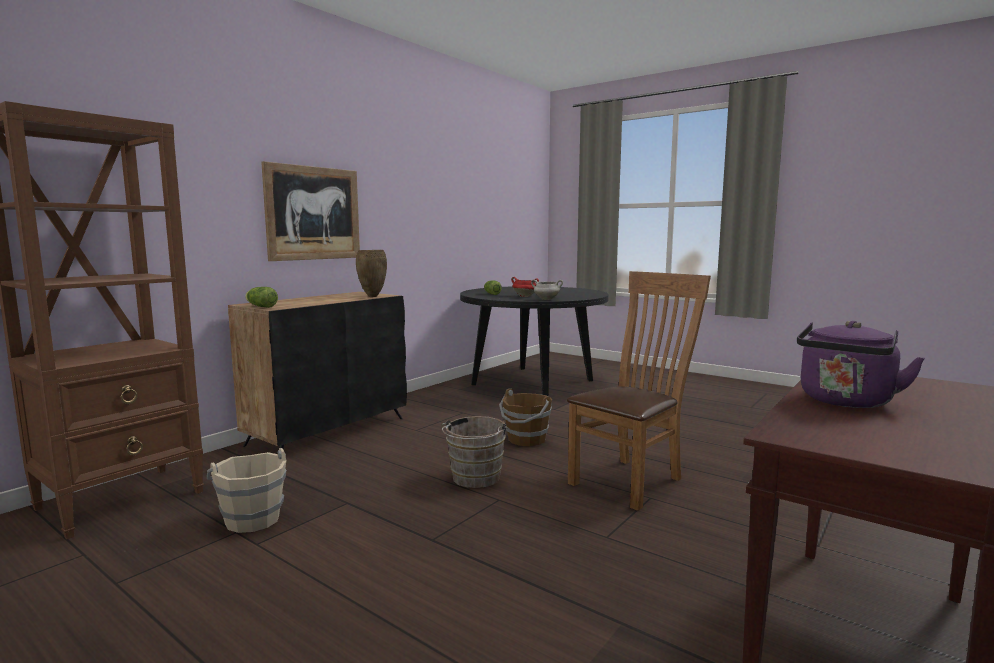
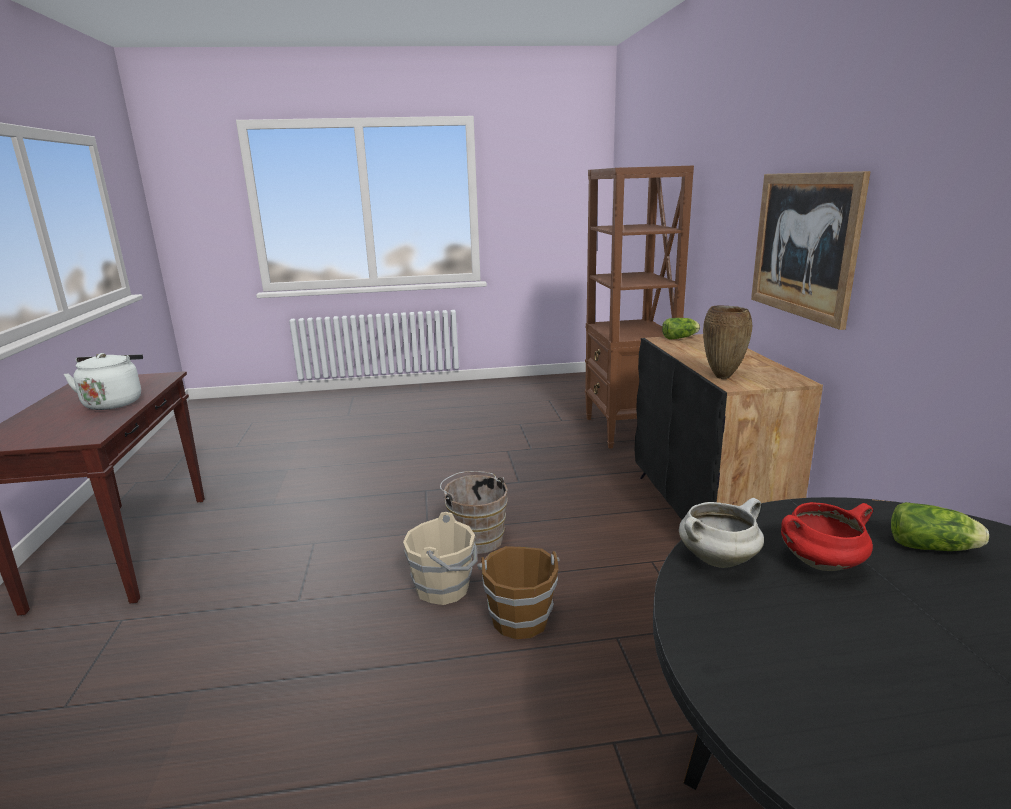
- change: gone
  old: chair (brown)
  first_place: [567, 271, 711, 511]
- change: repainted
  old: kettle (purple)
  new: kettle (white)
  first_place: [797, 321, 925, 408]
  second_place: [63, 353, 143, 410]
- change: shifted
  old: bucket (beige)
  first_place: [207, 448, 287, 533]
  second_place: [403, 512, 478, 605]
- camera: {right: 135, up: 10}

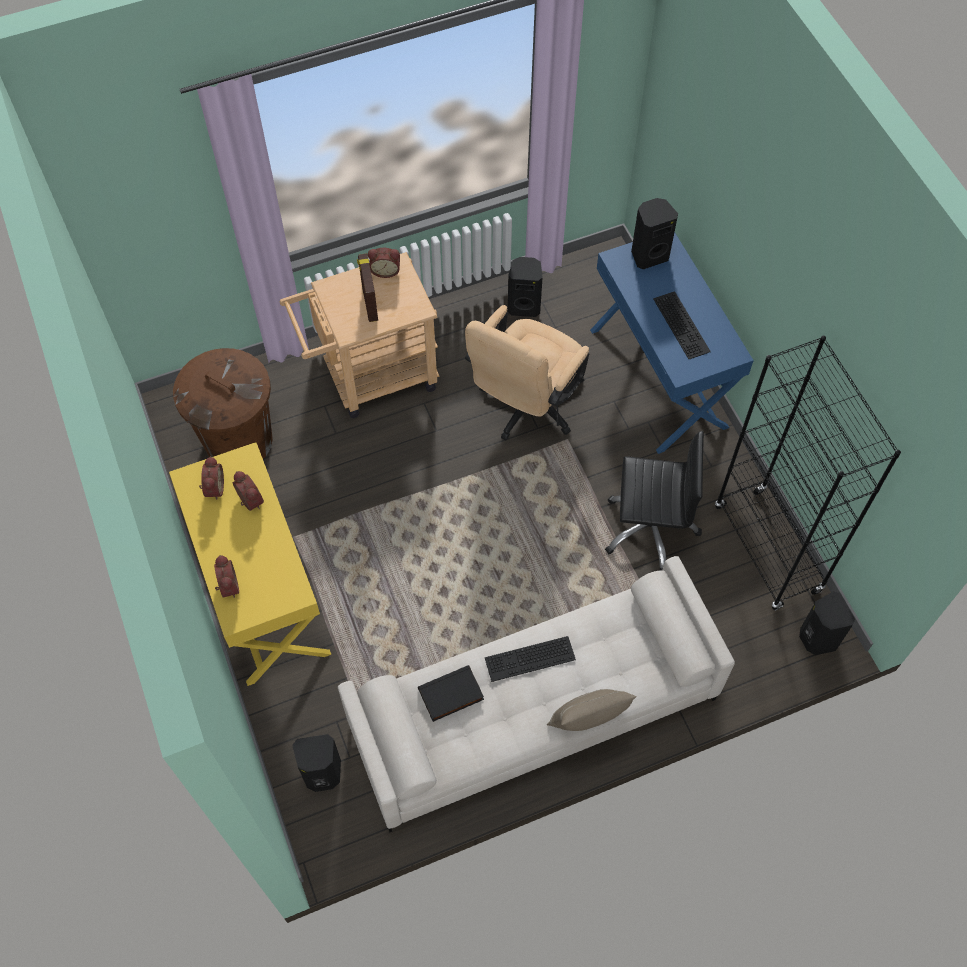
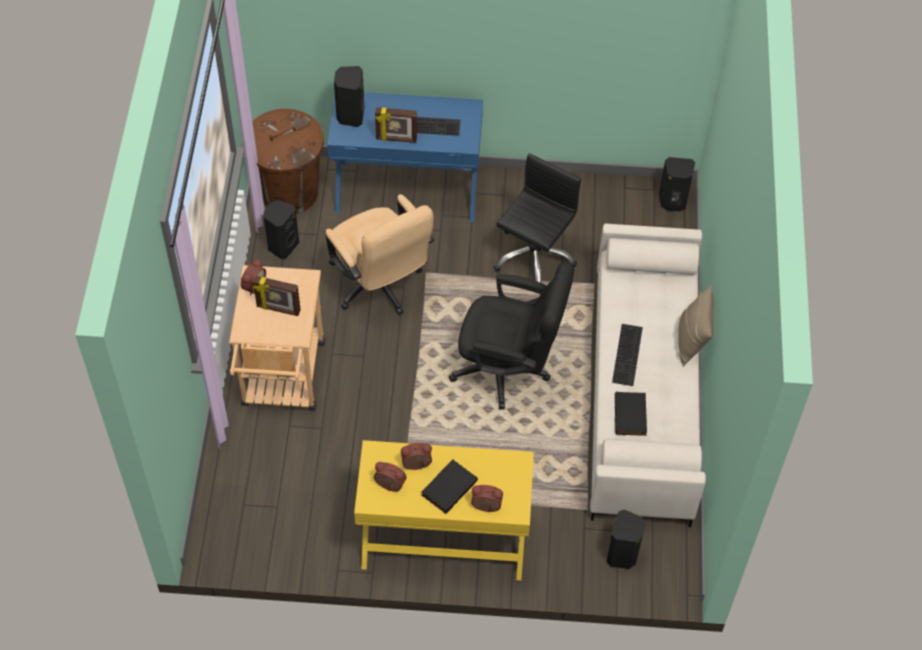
- change: gone
  old: bookcase (black)
  first_place: [715, 336, 901, 611]
- change: shifted
  old: trash can (brown)
  first_place: [173, 348, 273, 459]
  second_place: [252, 109, 324, 214]
- change: new
  new: picture frame
  second_place: [375, 107, 417, 143]
- change: new
  new: office chair (black)
  second_place: [449, 262, 574, 409]
- change: new
  new: book (black)
  second_place: [421, 459, 478, 514]
- camera: {right: -65, up: -5}

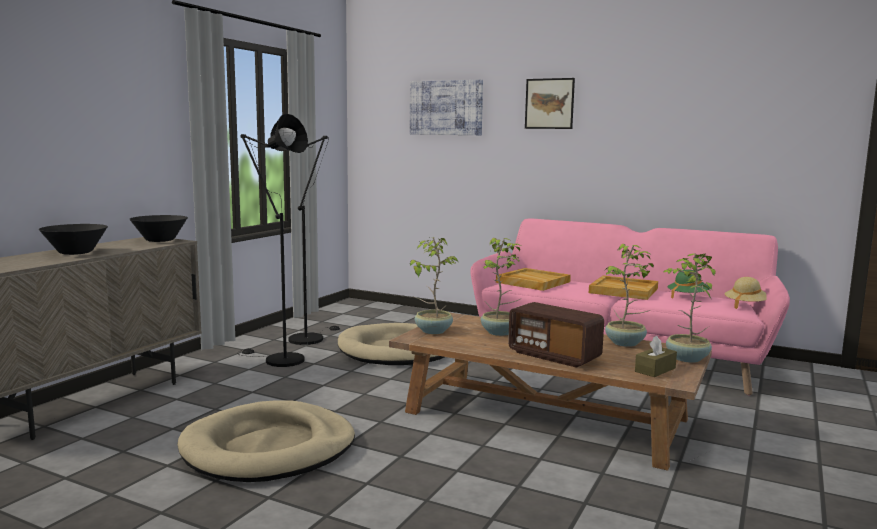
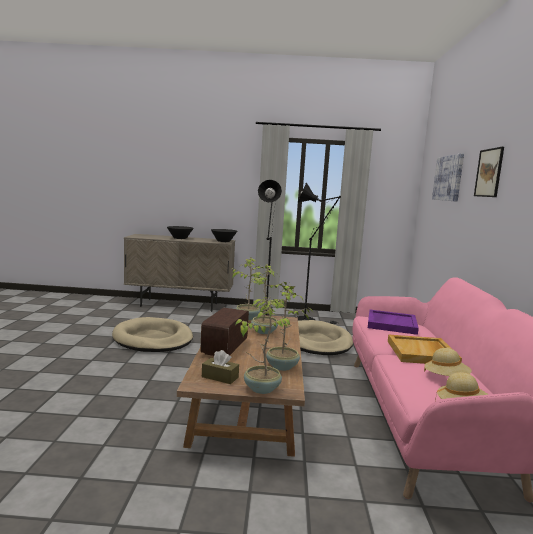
- change: repainted
  old: tray (beige)
  new: tray (purple)
  first_place: [496, 268, 571, 291]
  second_place: [368, 309, 419, 335]
- change: repainted
  old: hat (green)
  new: hat (beige)
  first_place: [668, 269, 710, 299]
  second_place: [424, 348, 472, 376]
- camera: {right: 65, up: 0}

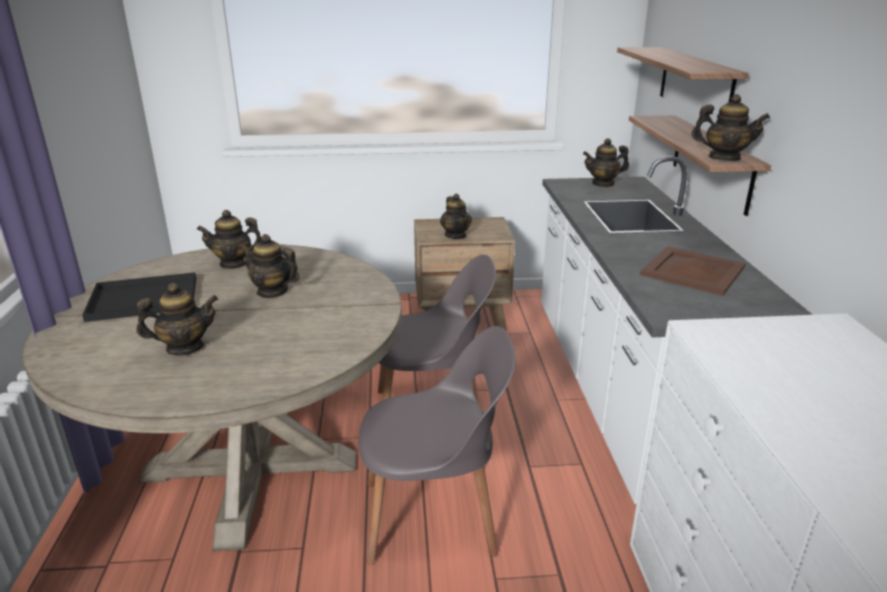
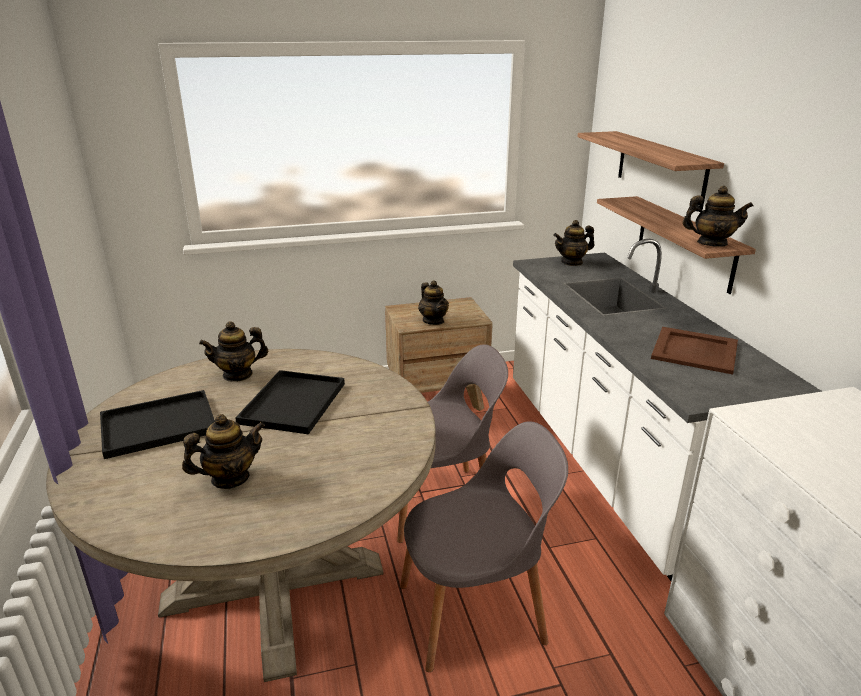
- change: swapped
  old: teapot
  new: tray (black)
  first_place: [240, 234, 300, 298]
  second_place: [235, 370, 345, 434]
- camera: {right: -10, up: 0}

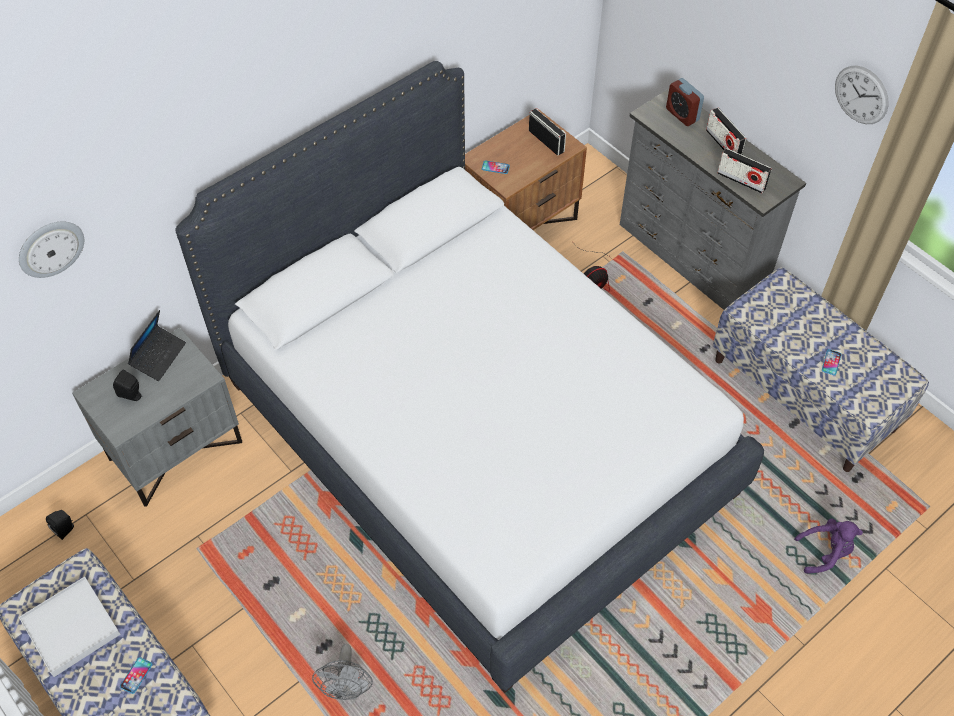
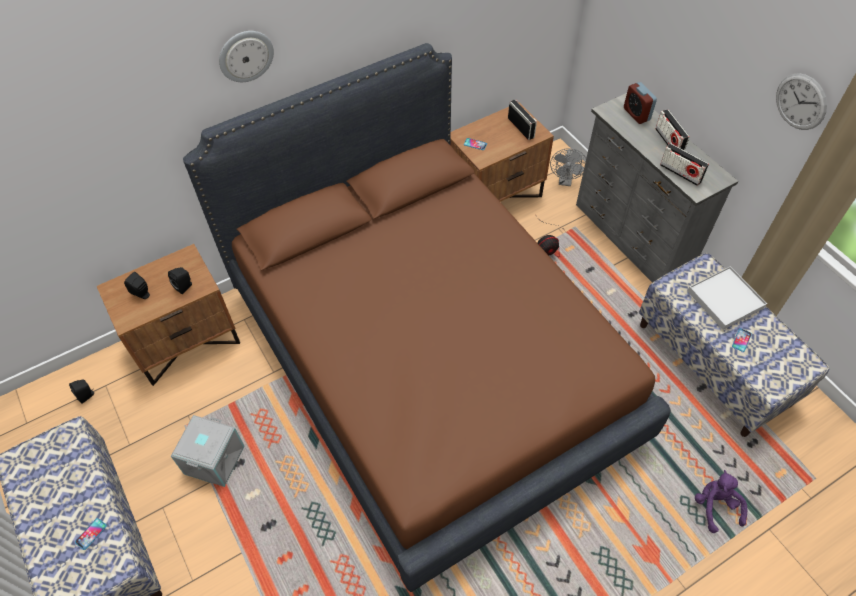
- change: repainted
  old: bed (white)
  new: bed (brown)
  first_place: [176, 61, 764, 693]
  second_place: [183, 43, 671, 592]
- change: shifted
  old: wall clock
  first_place: [19, 221, 84, 278]
  second_place: [219, 31, 274, 82]
- change: gone
  old: laptop
  first_place: [128, 310, 186, 381]
- change: repainted
  old: nightstand (grey)
  new: nightstand (brown)
  first_place: [72, 328, 242, 507]
  second_place: [97, 244, 240, 386]
- change: rotated
  old: plush toy (purple)
  first_place: [794, 518, 863, 574]
  second_place: [695, 470, 747, 533]
  degrees: -105
- change: shifted
  old: tray (white)
  first_place: [19, 577, 120, 677]
  second_place: [687, 266, 767, 330]
- change: shifted
  old: fan (grey)
  first_place: [312, 644, 373, 700]
  second_place: [550, 148, 586, 186]
- change: new
  new: speaker (black)
  second_place: [168, 267, 192, 294]
- change: new
  new: storage box (grey)
  second_place: [171, 415, 245, 487]
- camera: {right: 10, up: 0}

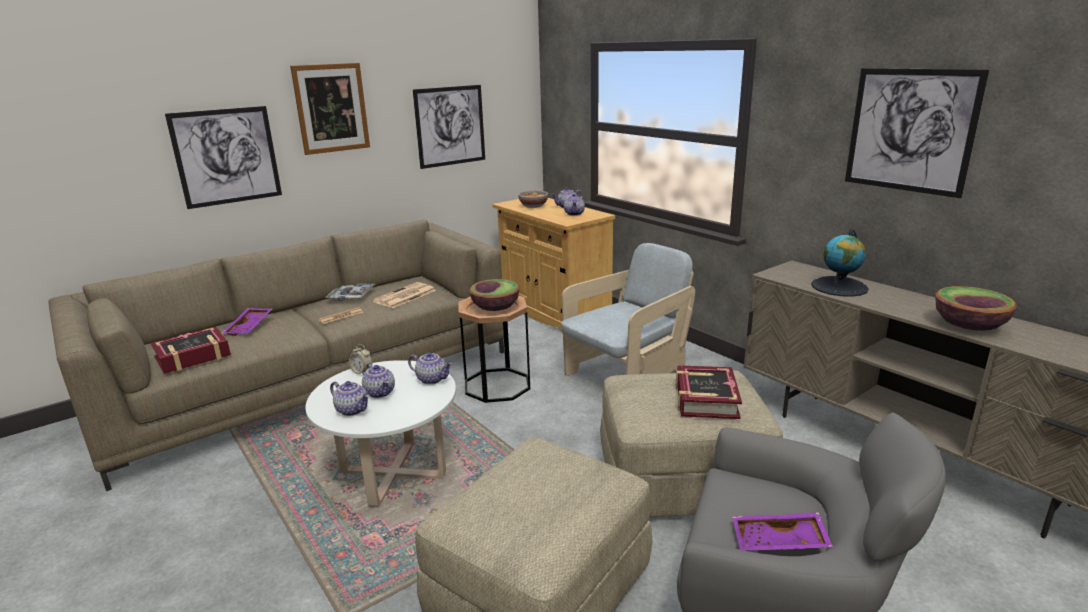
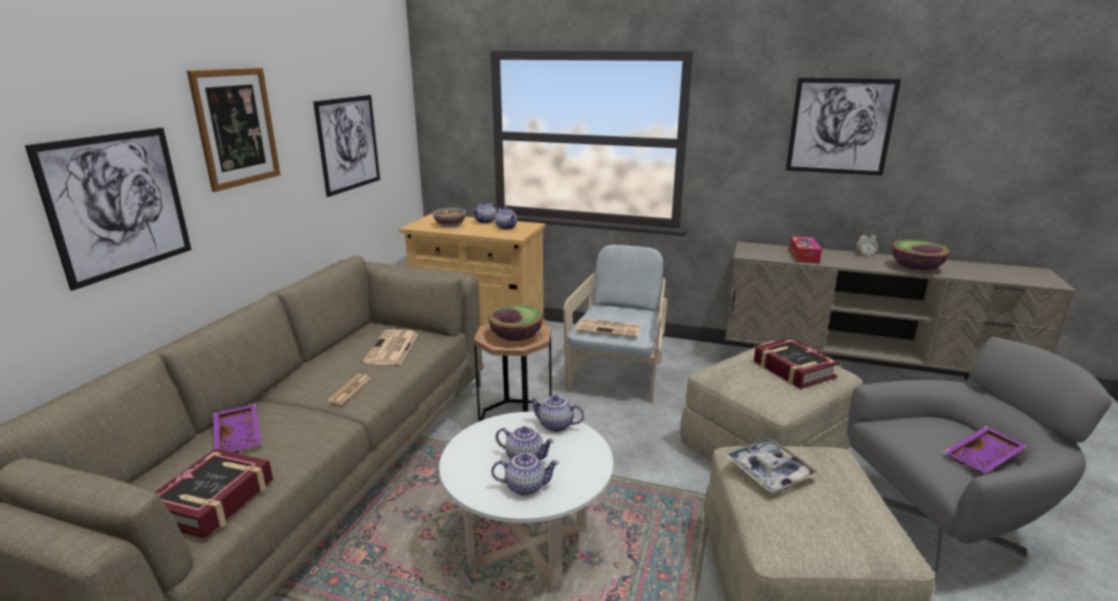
- change: swapped
  old: globe
  new: tissue box
  first_place: [811, 228, 869, 297]
  second_place: [789, 236, 822, 263]
- change: shifted
  old: tray
  first_place: [325, 283, 376, 301]
  second_place: [723, 438, 820, 493]
- change: shifted
  old: alarm clock
  first_place: [349, 344, 373, 375]
  second_place: [856, 232, 878, 256]
- change: rotated
  old: teapot
  first_place: [408, 352, 453, 385]
  second_place: [529, 395, 584, 432]
  degrees: -150
- change: new
  new: newspaper
  second_place: [576, 318, 642, 338]
- camera: {right: -35, up: 0}

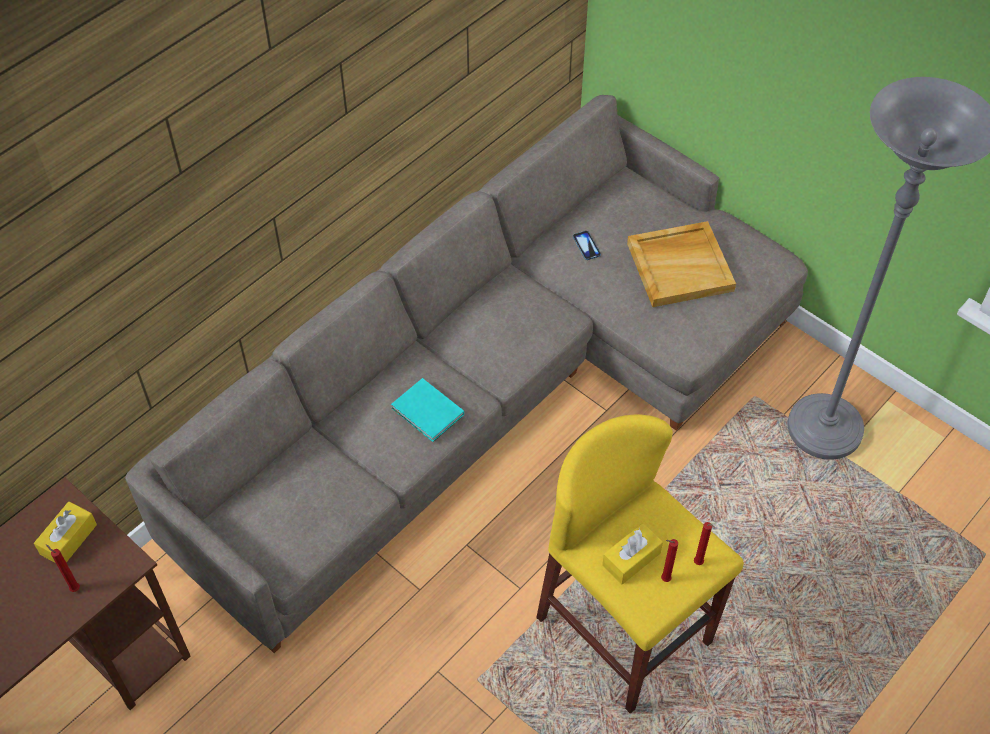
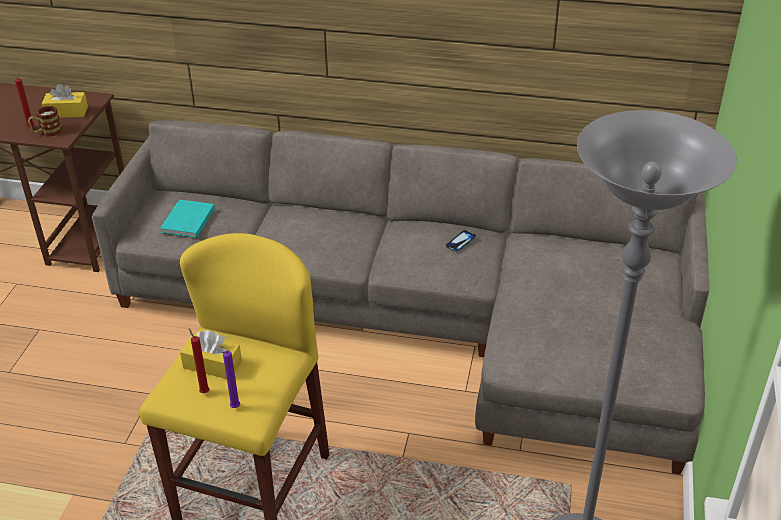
- change: gone
  old: tray (beige)
  first_place: [627, 221, 736, 307]
- change: shifted
  old: phone
  first_place: [573, 231, 601, 260]
  second_place: [445, 230, 476, 252]
- change: shifted
  old: book (turquoise)
  first_place: [391, 378, 464, 442]
  second_place: [160, 200, 215, 238]
- change: repainted
  old: candle (red)
  new: candle (purple)
  first_place: [694, 522, 715, 565]
  second_place: [221, 351, 240, 408]
- change: new
  new: mug
  second_place: [28, 106, 62, 137]
- camera: {right: 60, up: -15}

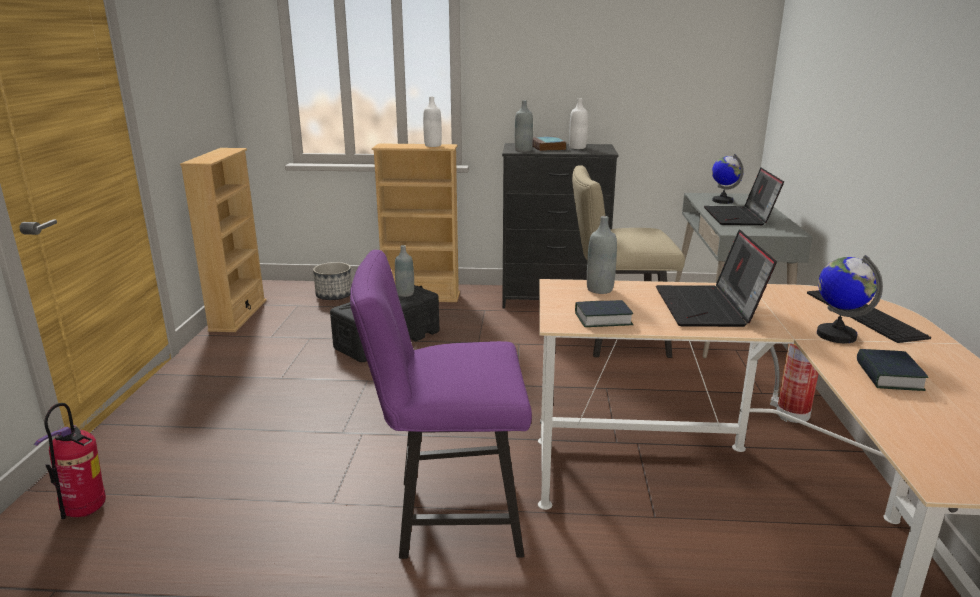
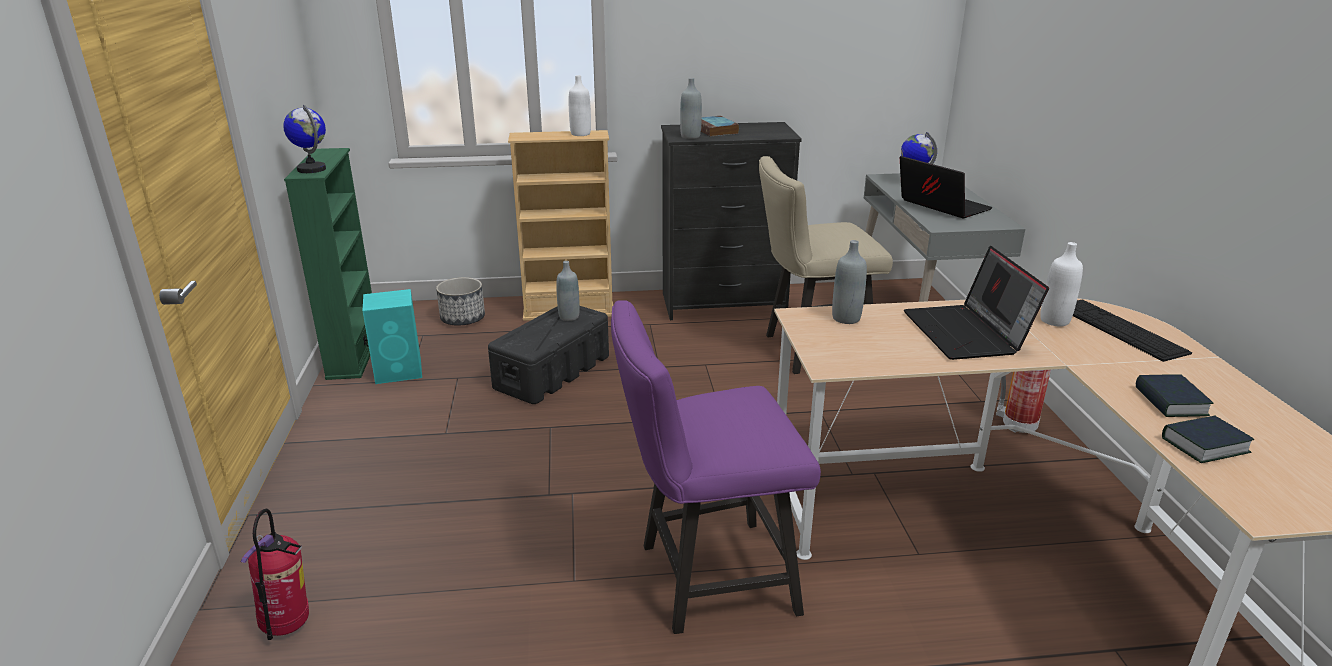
- change: shifted
  old: bottle (white)
  first_place: [569, 99, 588, 149]
  second_place: [1040, 242, 1083, 327]
- change: repainted
  old: bookcase (beige)
  new: bookcase (green)
  first_place: [180, 148, 267, 332]
  second_place: [284, 148, 372, 380]
- change: rotated
  old: laptop
  first_place: [704, 168, 784, 225]
  second_place: [900, 156, 993, 218]
  degrees: 150
- change: shifted
  old: globe
  first_place: [817, 255, 883, 343]
  second_place: [283, 104, 326, 173]
- change: shifted
  old: book
  first_place: [575, 300, 633, 327]
  second_place: [1162, 416, 1254, 463]
- change: new
  new: speaker (turquoise)
  second_place: [362, 289, 422, 384]
- camera: {right: -10, up: 5}

